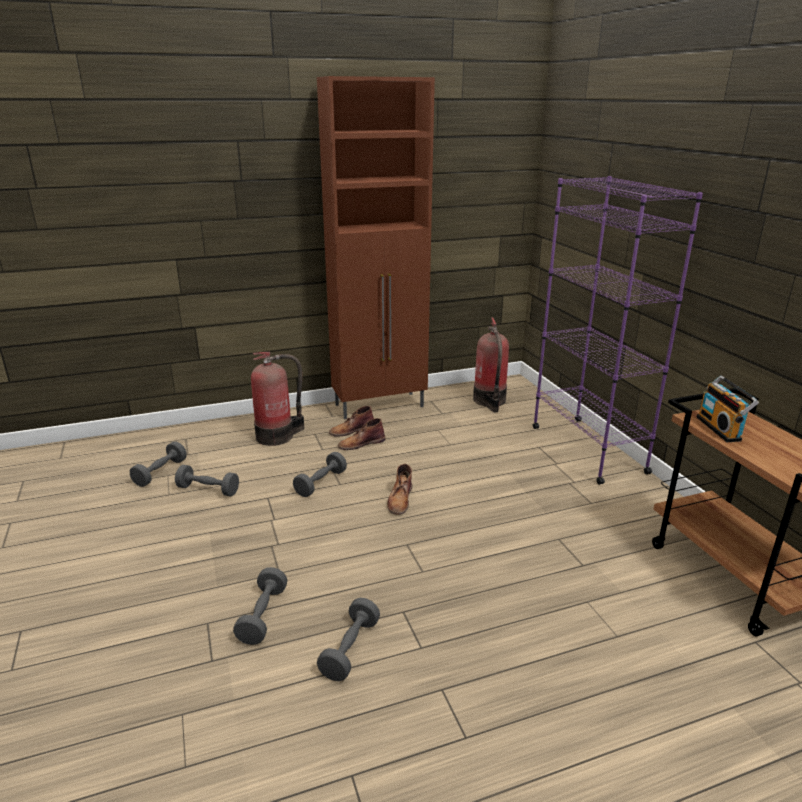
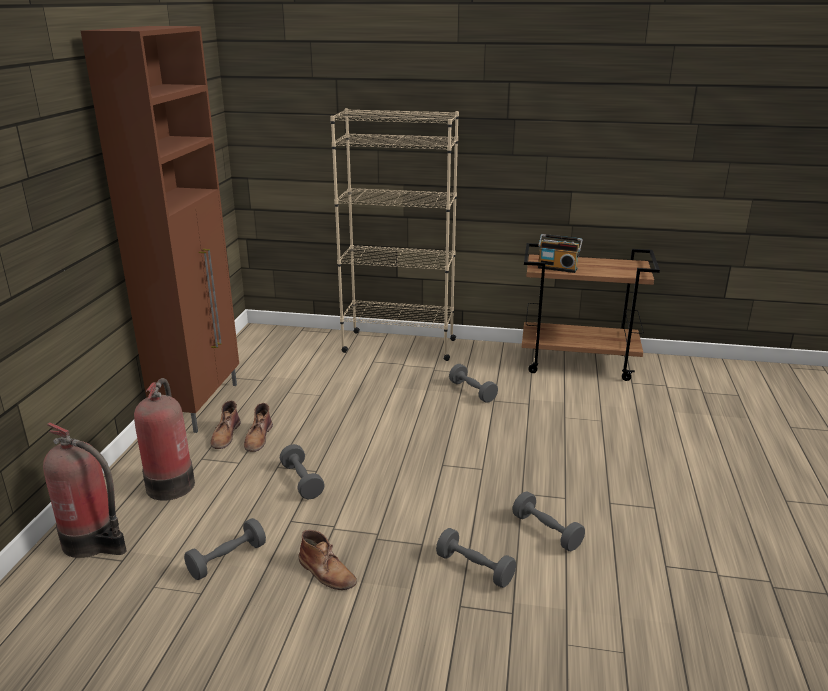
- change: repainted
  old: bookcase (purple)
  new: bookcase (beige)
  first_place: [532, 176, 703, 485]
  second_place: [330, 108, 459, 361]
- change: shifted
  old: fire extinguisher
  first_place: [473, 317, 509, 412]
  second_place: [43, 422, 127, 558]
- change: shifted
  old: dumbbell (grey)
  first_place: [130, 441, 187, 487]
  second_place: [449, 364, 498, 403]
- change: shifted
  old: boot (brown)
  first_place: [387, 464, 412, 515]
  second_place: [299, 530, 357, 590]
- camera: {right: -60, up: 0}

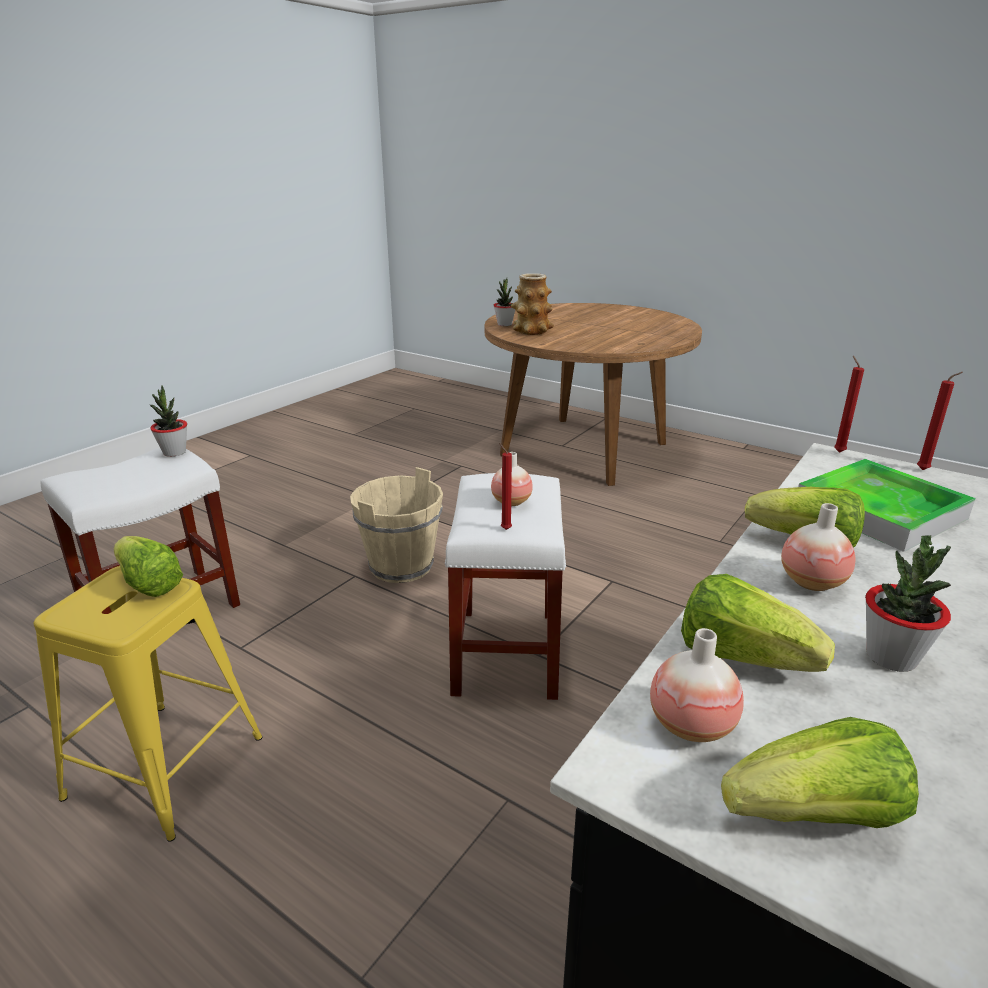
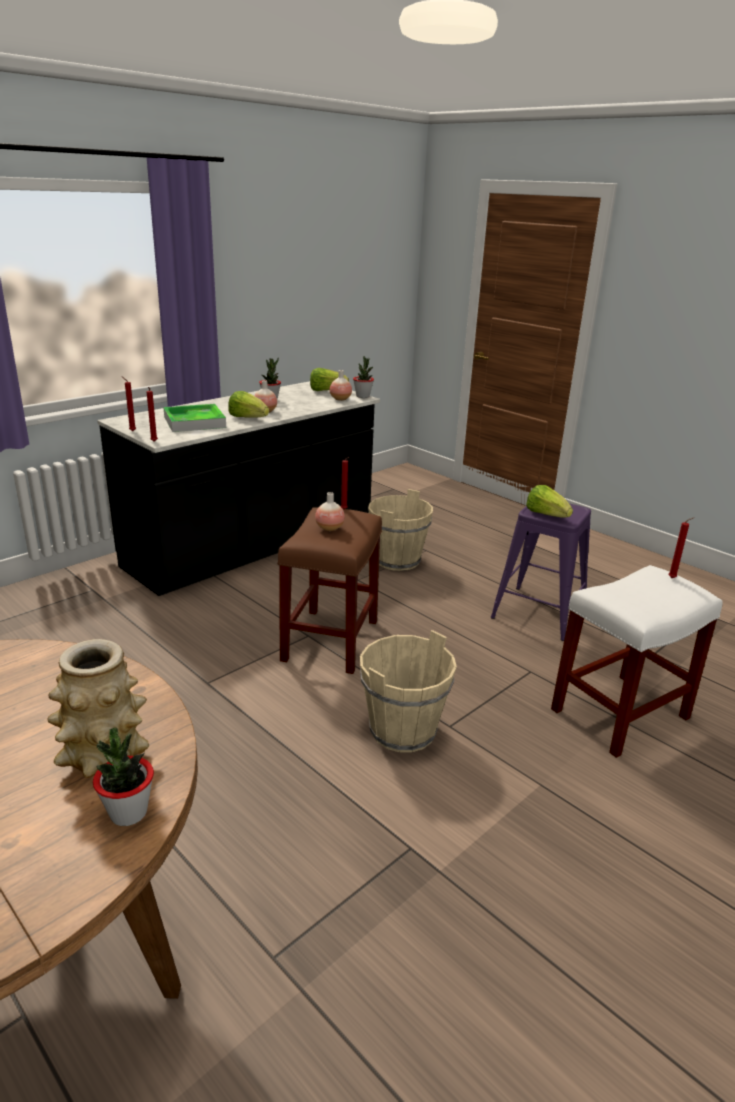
- change: shifted
  old: potted plant
  first_place: [150, 386, 187, 457]
  second_place: [353, 356, 374, 398]
- change: repainted
  old: stool (white)
  new: stool (brown)
  first_place: [445, 473, 566, 700]
  second_place: [277, 507, 382, 674]
- change: repainted
  old: stool (yellow)
  new: stool (purple)
  first_place: [34, 566, 262, 842]
  second_place: [491, 503, 591, 641]
- change: gone
  old: lettuce
  first_place: [681, 574, 835, 672]
- change: new
  new: bucket (beige)
  second_place: [368, 489, 433, 571]
- change: new
  new: candle (red)
  second_place: [668, 518, 693, 578]
- camera: {right: -170, up: 0}

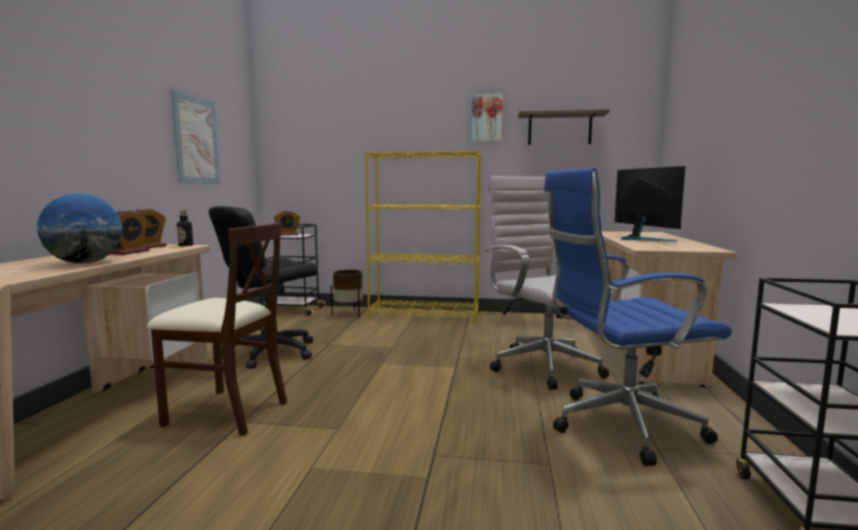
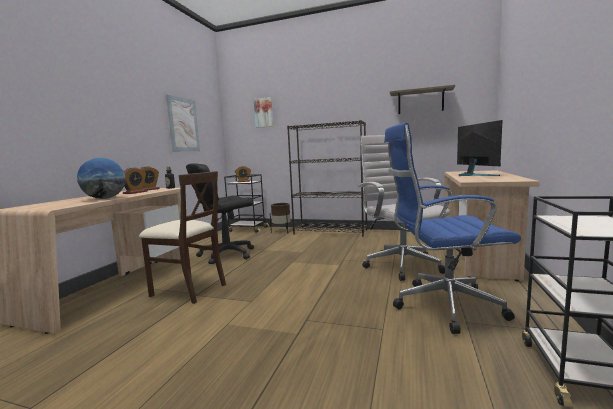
- change: shifted
  old: picture
  first_place: [472, 93, 503, 142]
  second_place: [254, 97, 273, 128]
- change: repainted
  old: bookcase (yellow)
  new: bookcase (black)
  first_place: [364, 151, 481, 323]
  second_place: [287, 120, 367, 237]
- camera: {right: 10, up: 0}

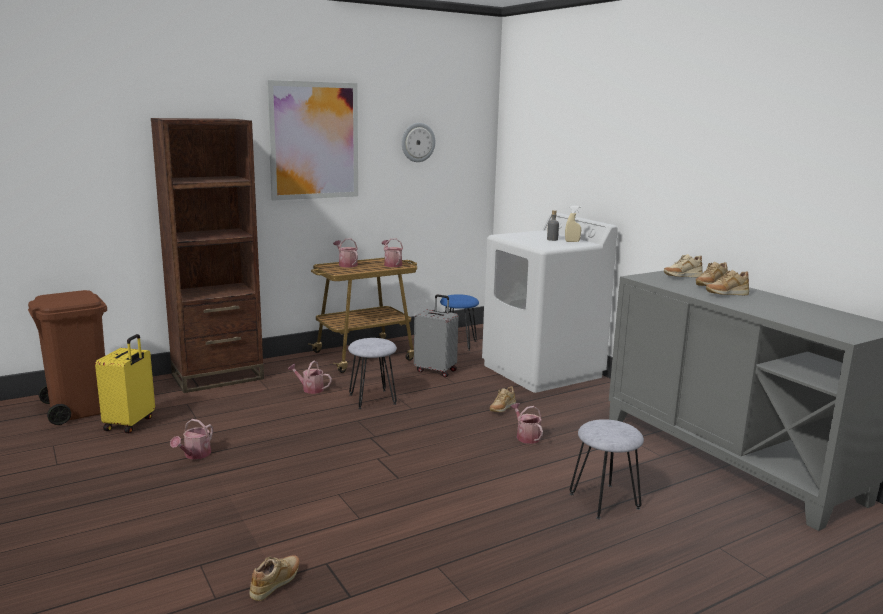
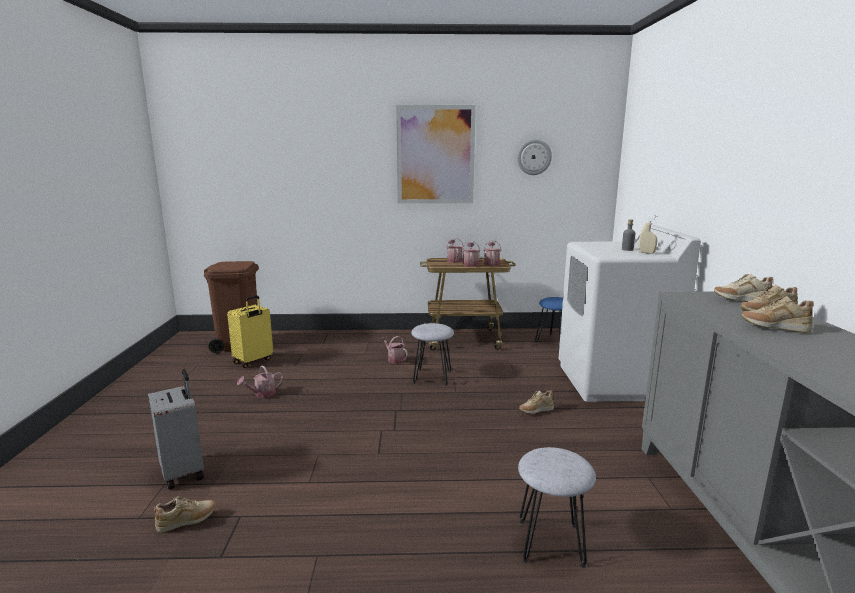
- change: gone
  old: bookcase (brown)
  first_place: [151, 118, 264, 393]
- change: shifted
  old: suitcase (grey)
  first_place: [414, 294, 458, 377]
  second_place: [148, 369, 204, 490]
- change: shifted
  old: watering can
  first_place: [511, 403, 543, 444]
  second_place: [462, 241, 480, 267]
- camera: {right: 30, up: 0}

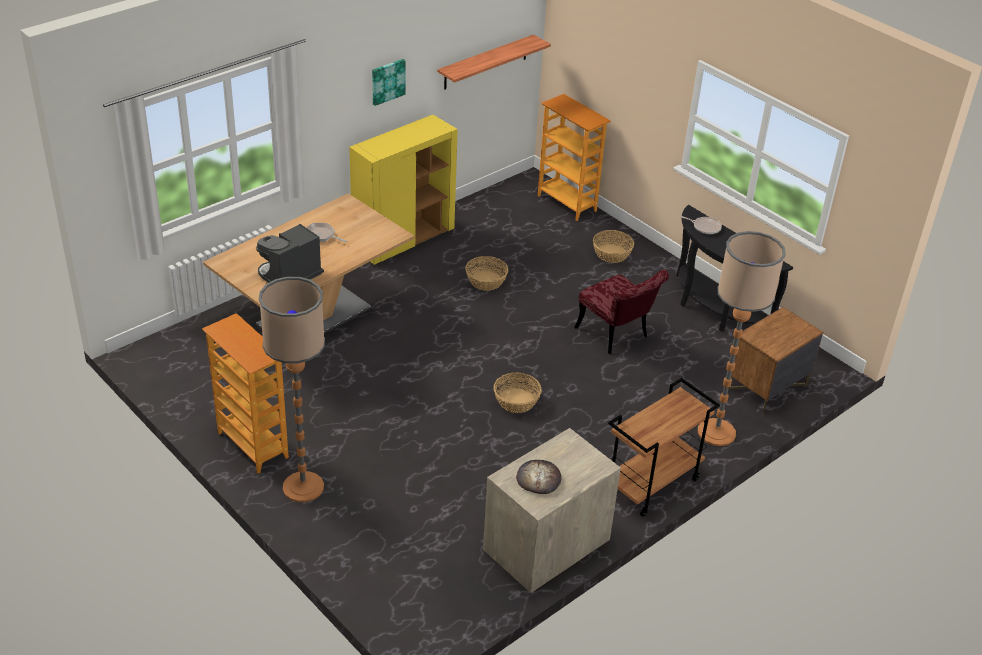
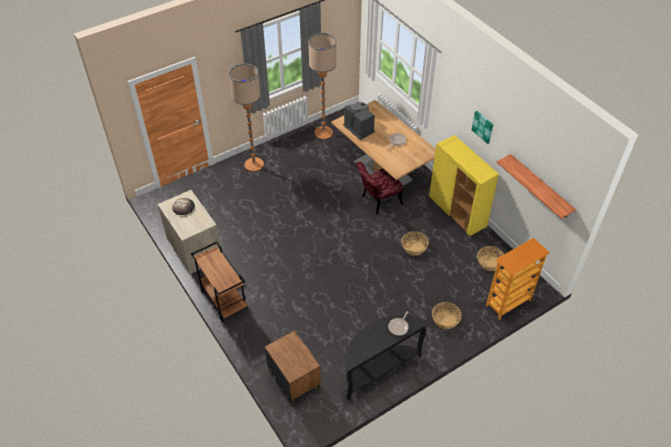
- change: shifted
  old: floor lamp
  first_place: [698, 231, 786, 446]
  second_place: [308, 33, 337, 139]
- change: shifted
  old: chair (red)
  first_place: [574, 270, 669, 354]
  second_place: [357, 161, 404, 214]
- change: gone
  old: bookcase
  first_place: [202, 313, 289, 474]
- change: shifted
  old: basket
  first_place: [494, 373, 542, 413]
  second_place: [477, 246, 504, 271]
- camera: {right: 100, up: 10}

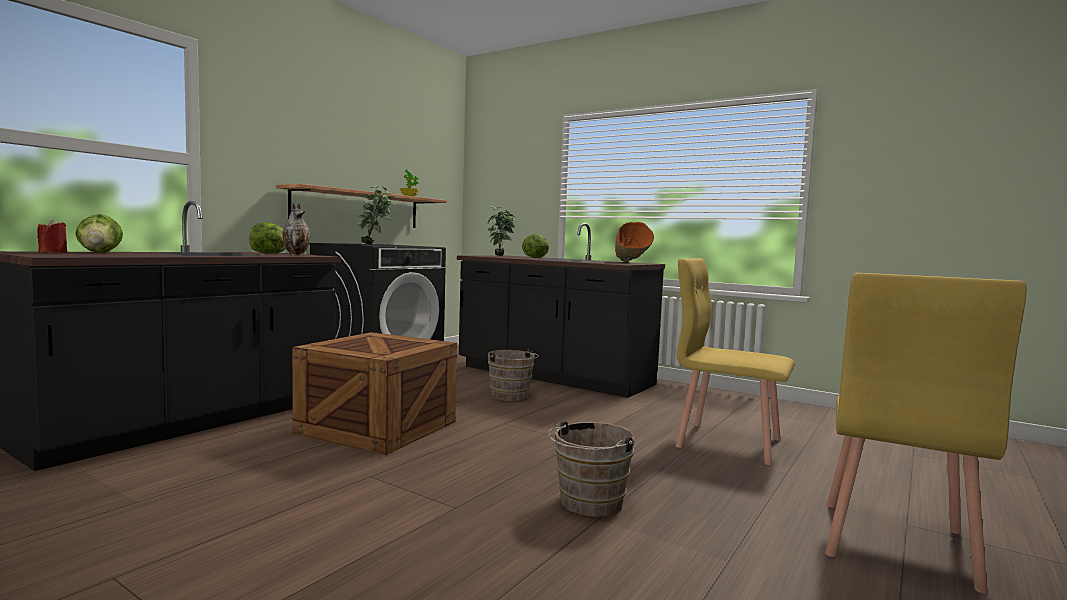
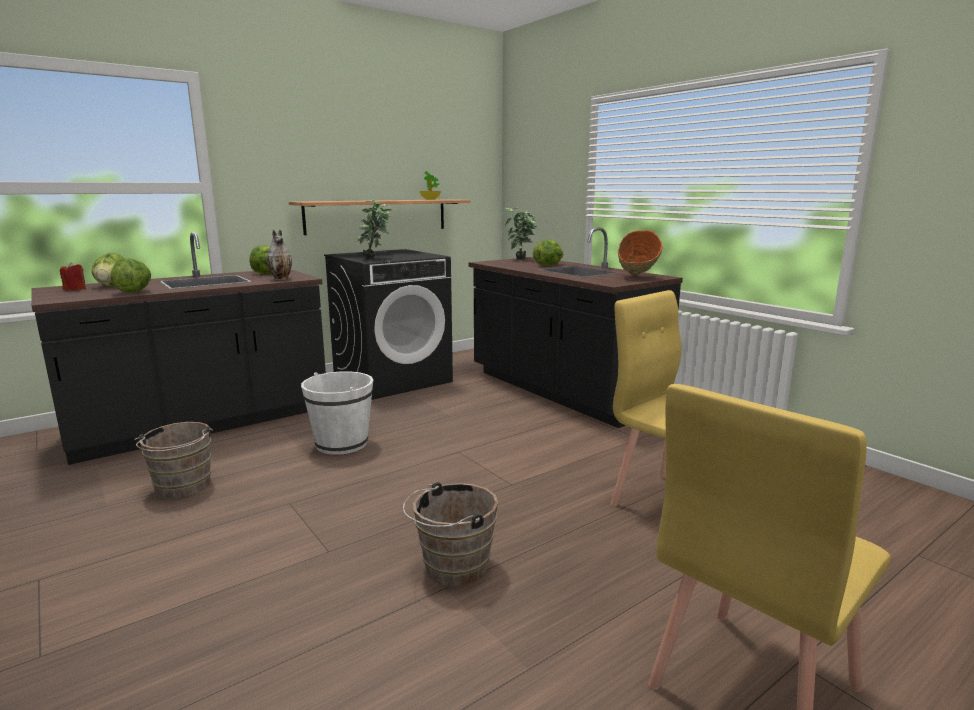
- change: swapped
  old: crate
  new: bucket (white)
  first_place: [292, 332, 457, 455]
  second_place: [301, 372, 373, 455]
- change: shifted
  old: bucket (brown)
  first_place: [488, 349, 539, 401]
  second_place: [134, 422, 213, 499]
- change: new
  new: lettuce
  second_place: [110, 258, 151, 293]
- camera: {right: 20, up: 10}

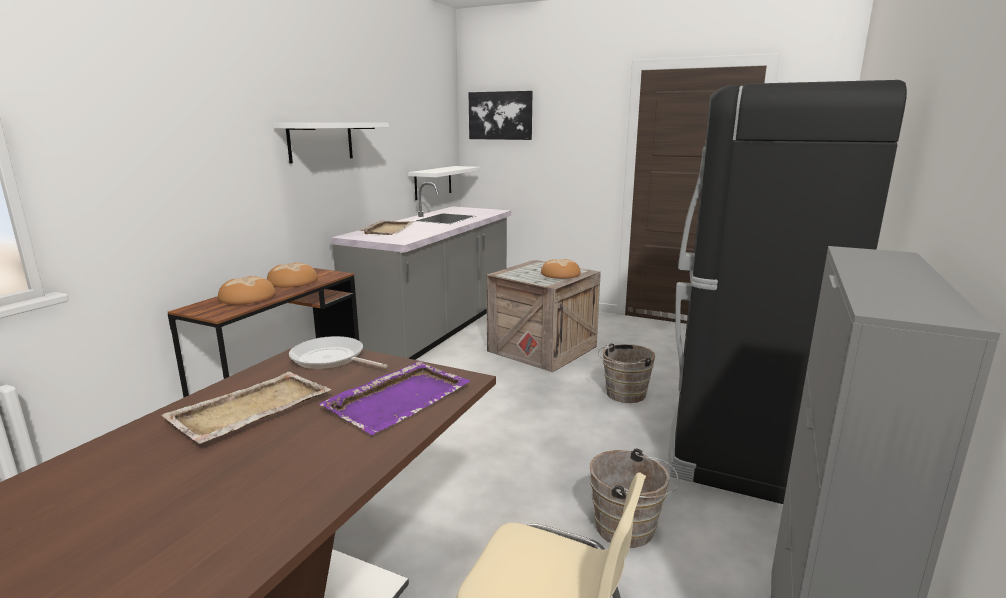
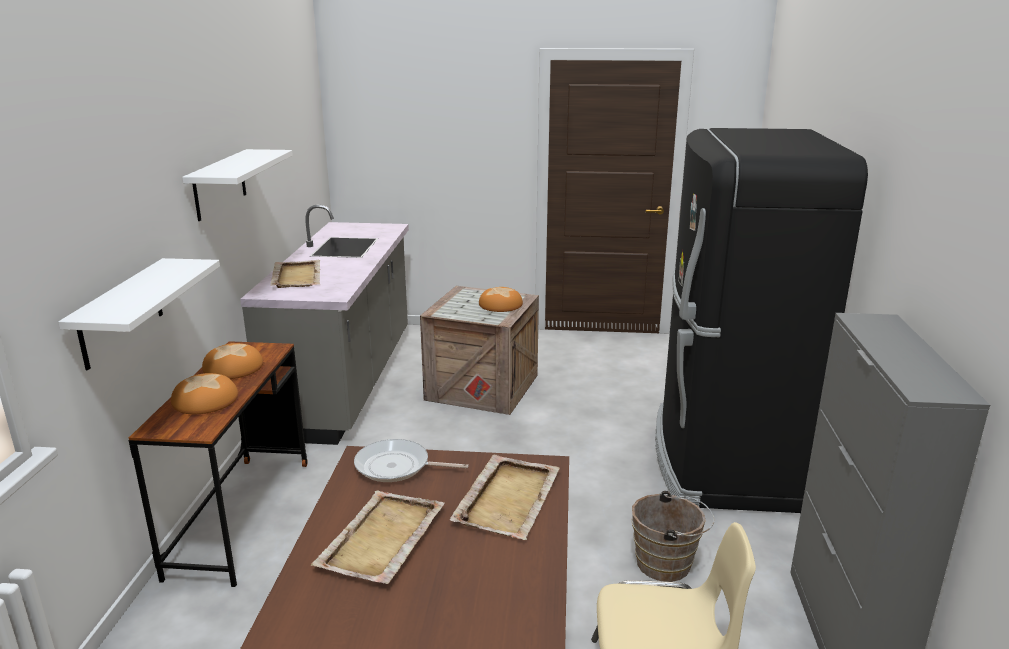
- change: gone
  old: picture
  first_place: [469, 91, 533, 140]
- change: shifted
  old: shelf (white)
  first_place: [408, 166, 480, 200]
  second_place: [58, 258, 220, 370]
- change: gone
  old: bucket (brown)
  first_place: [598, 343, 655, 403]
- change: repainted
  old: tray (purple)
  new: tray (beige)
  first_place: [319, 361, 470, 435]
  second_place: [450, 454, 560, 540]
- camera: {right: -20, up: 5}

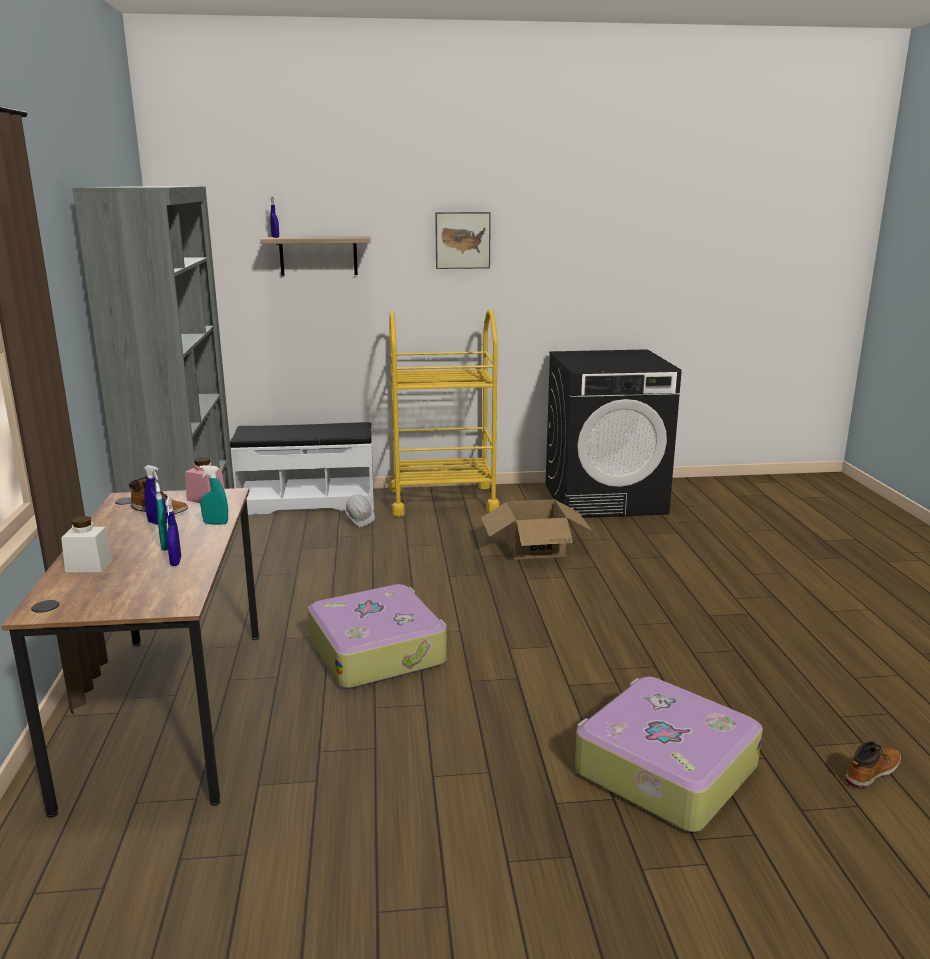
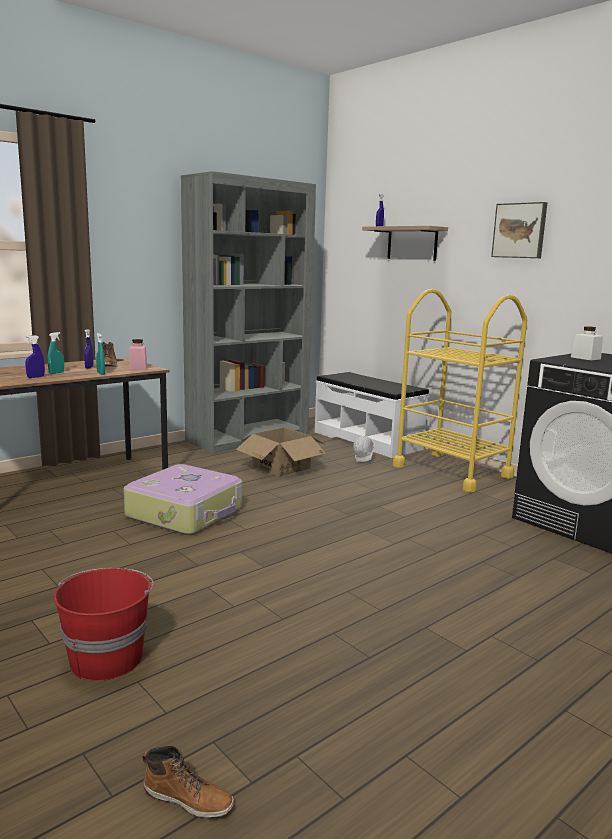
- change: shifted
  old: cardboard box
  first_place: [481, 499, 592, 560]
  second_place: [236, 427, 326, 477]
- change: shifted
  old: jar (white)
  first_place: [61, 516, 112, 572]
  second_place: [571, 326, 603, 360]
- change: swapped
  old: suitcase
  new: bucket (red)
  first_place: [575, 677, 763, 832]
  second_place: [54, 568, 154, 681]
- camera: {right: 55, up: -5}

